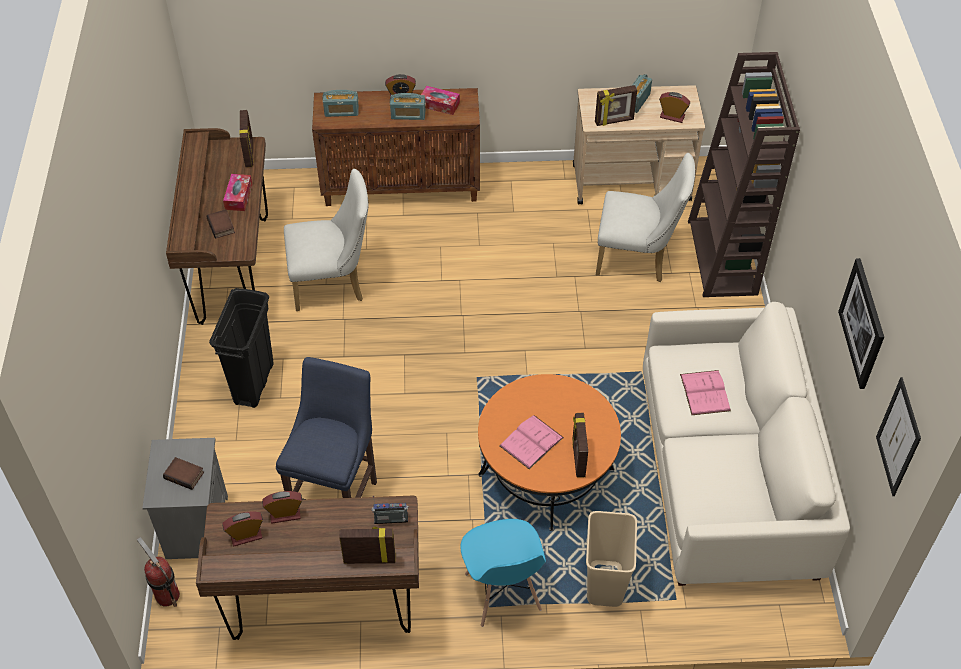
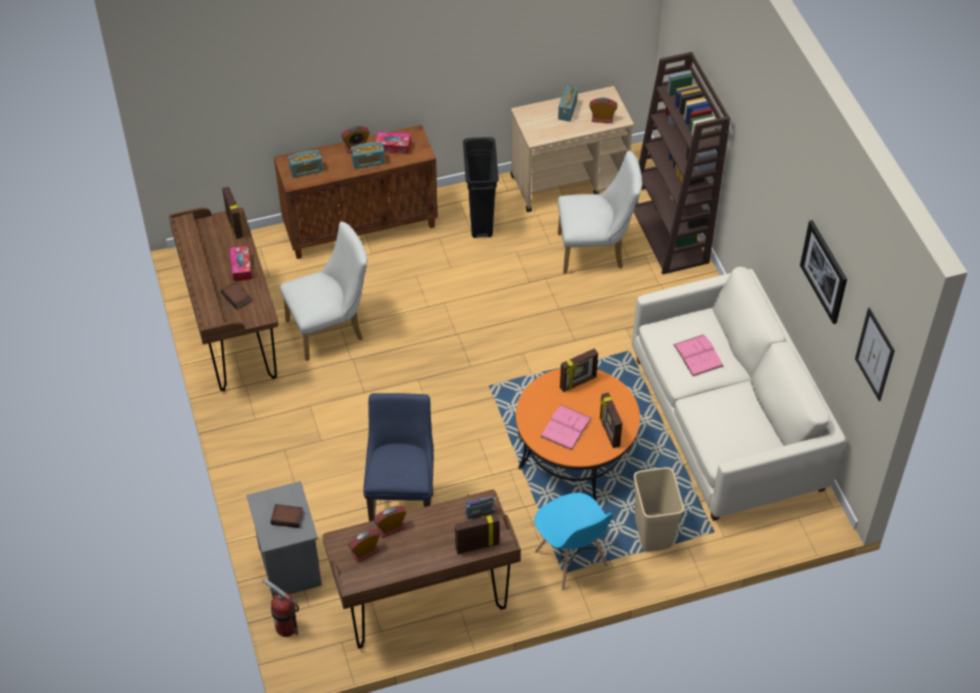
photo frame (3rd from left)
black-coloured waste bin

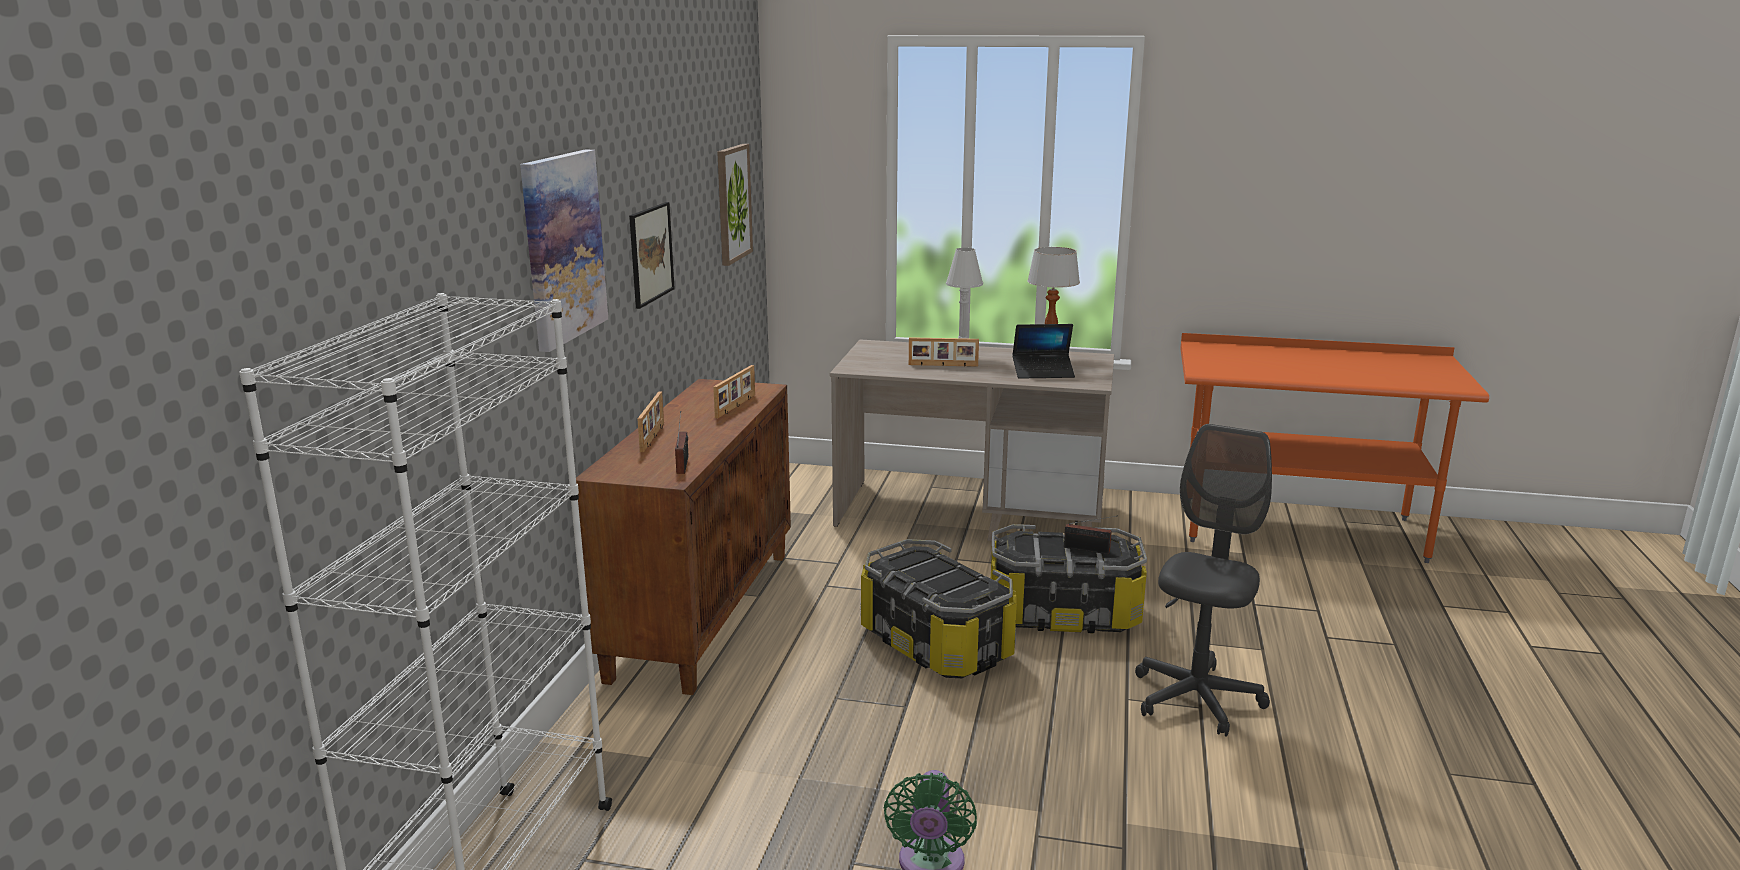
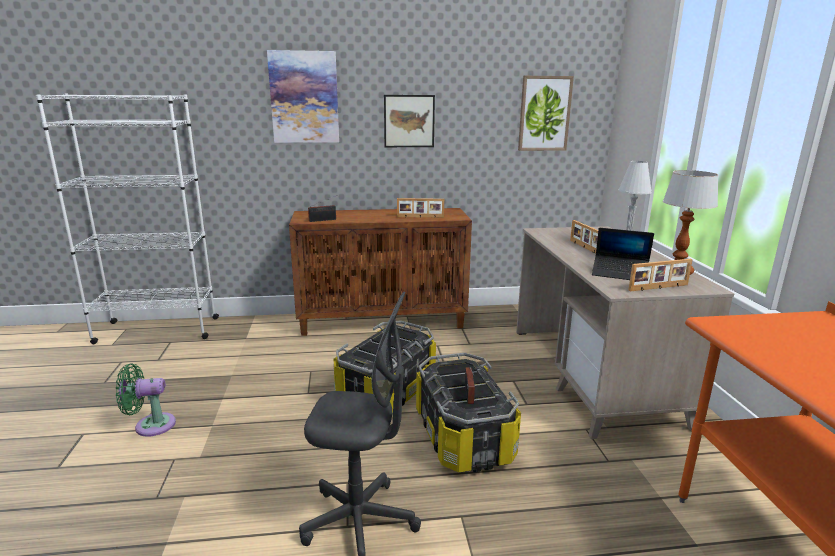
laptop
photo frame (3rd from left)

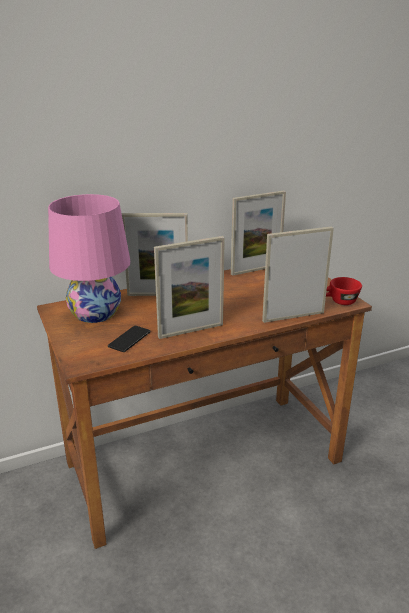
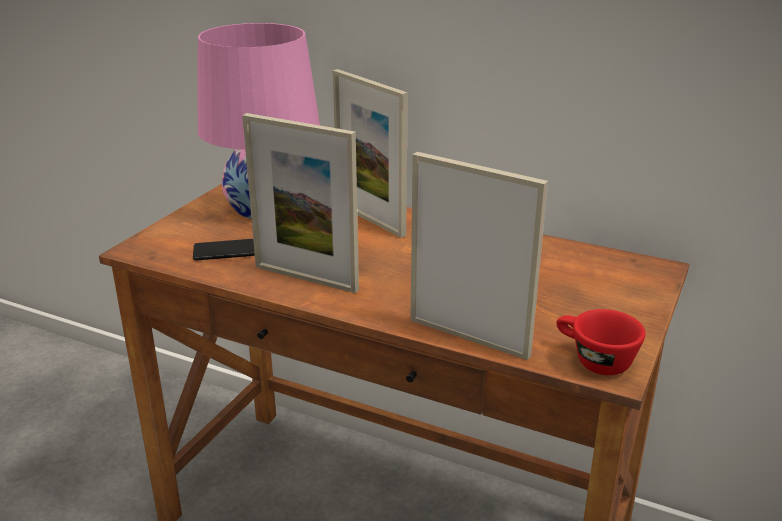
photo frame (3rd from left in the first image)

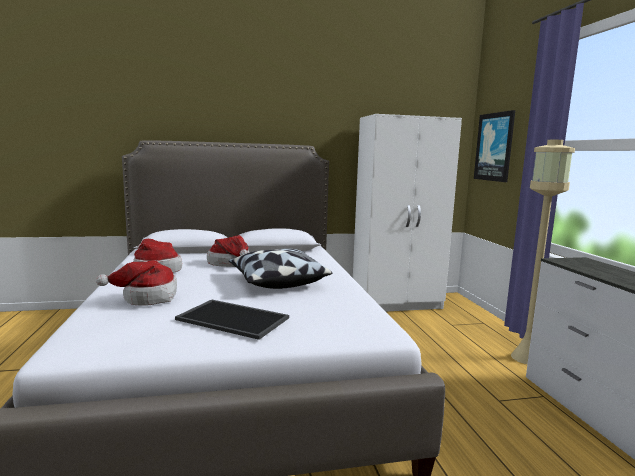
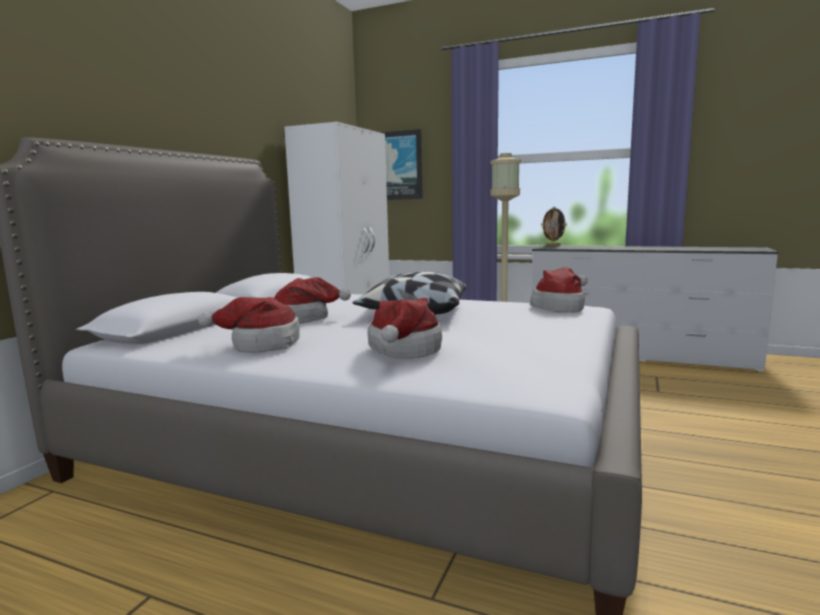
carrying tray
photo frame
clothing hat (4th from left)

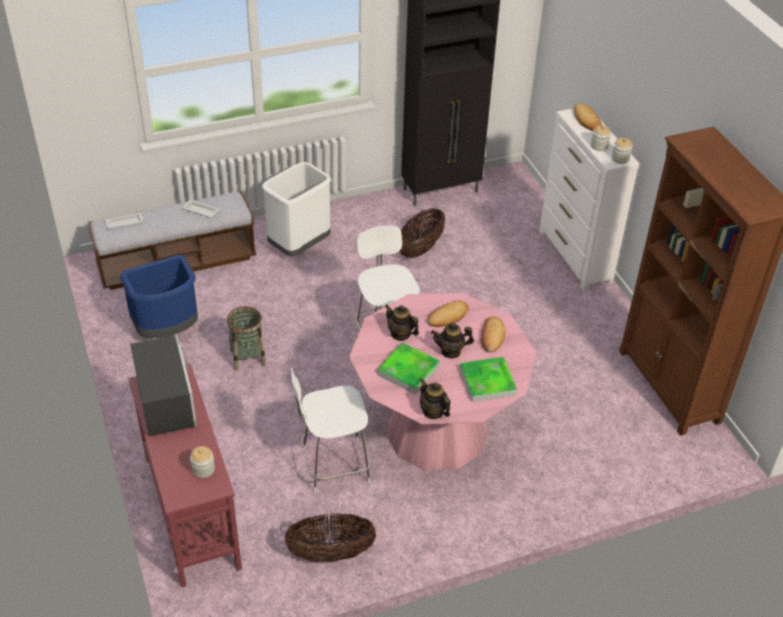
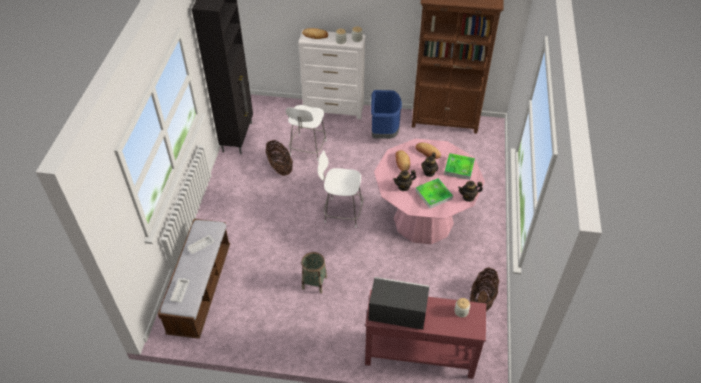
white waste bin
blue waste bin
white plain chair (1st from left)

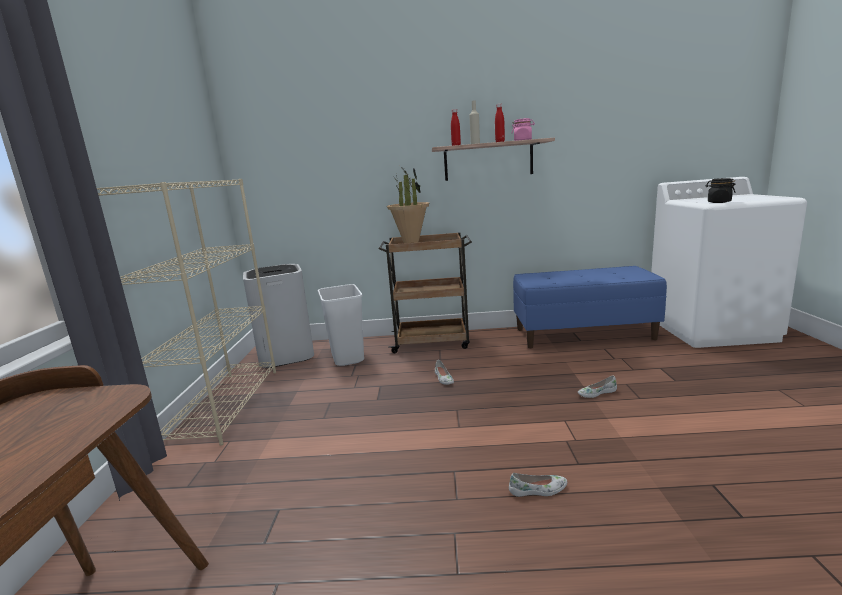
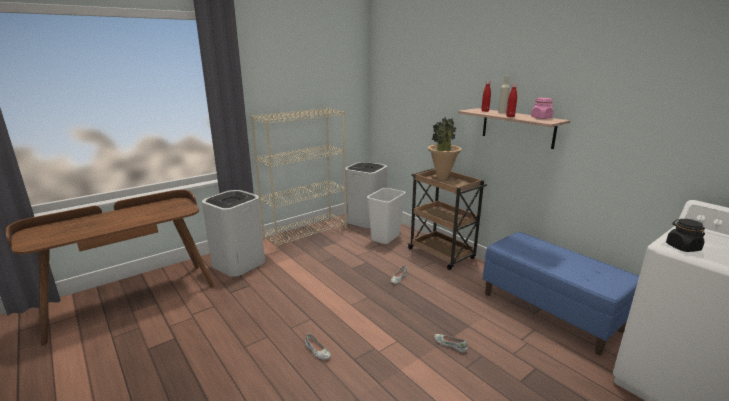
white waste bin (1st from left)

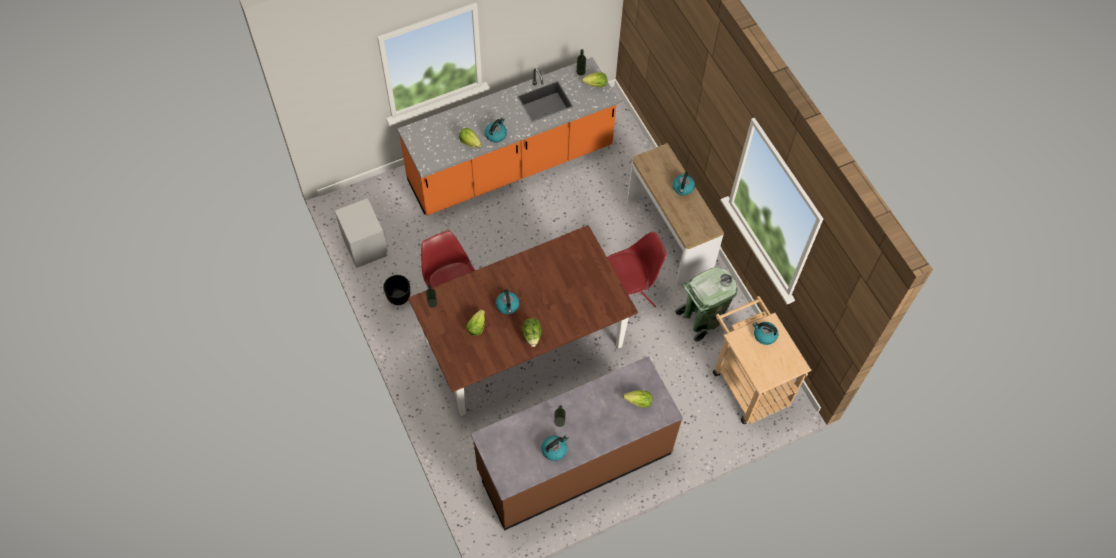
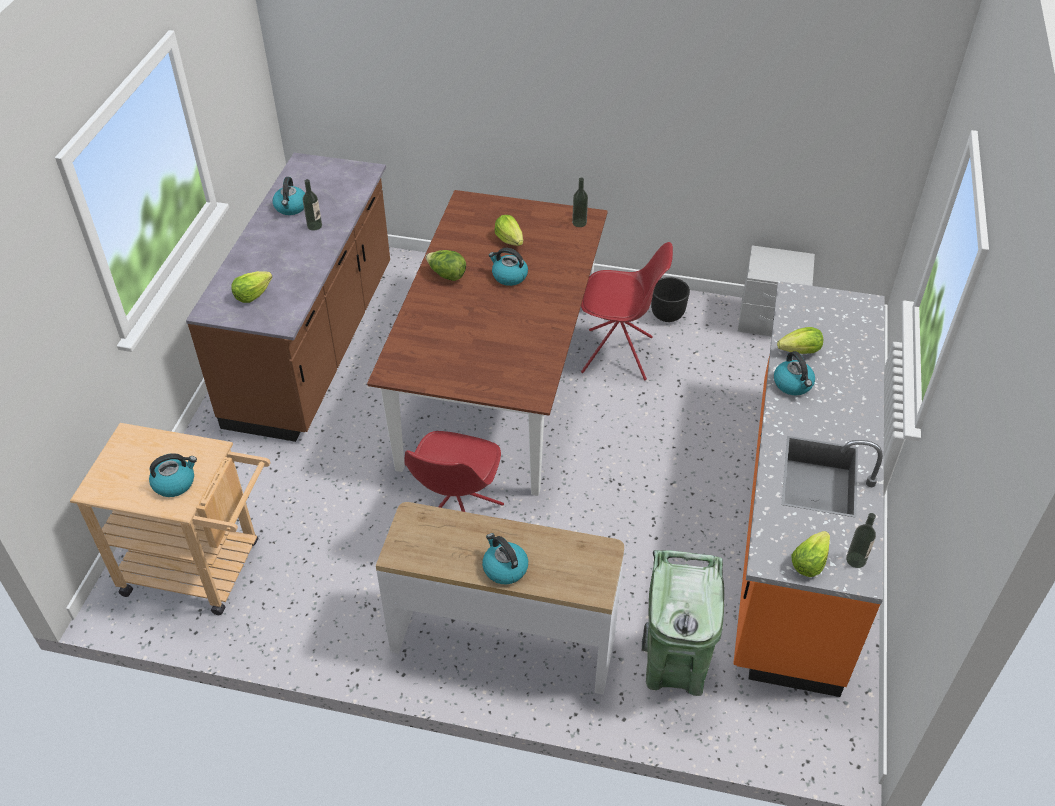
greenish waste bin

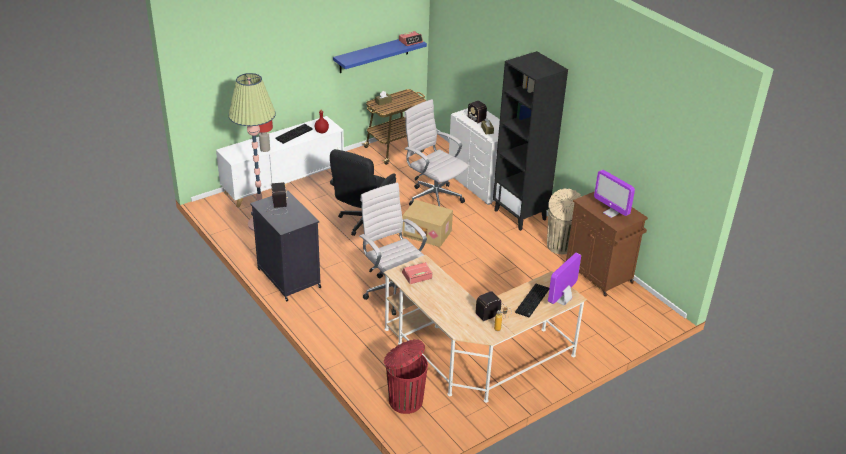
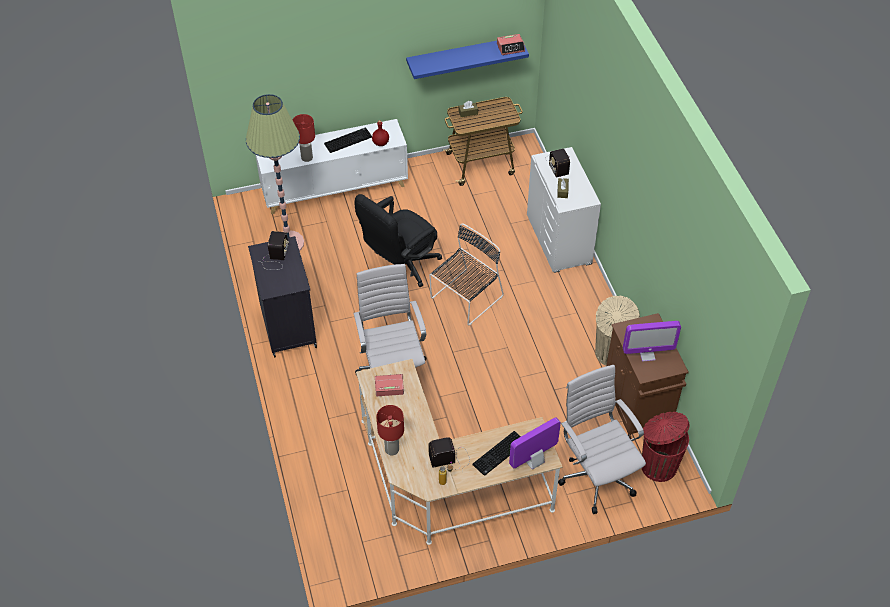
black-coloured shelving unit
white office chair (2nd from left)
computer display (2nd from left)
black-coloured plain chair
reddish waste bin
reddish lamp for a table (2nd from left)

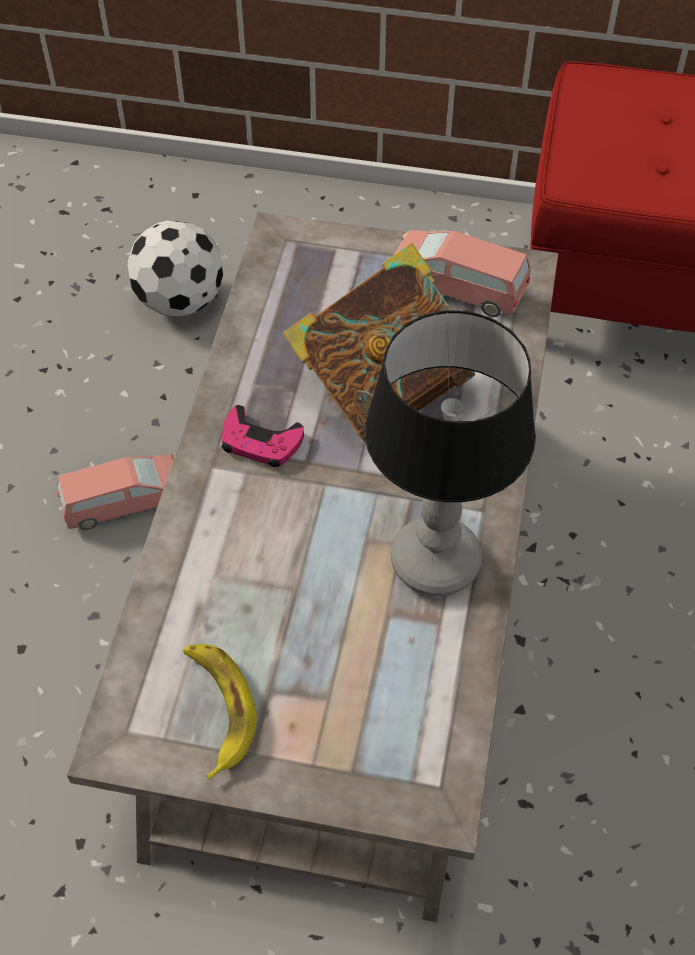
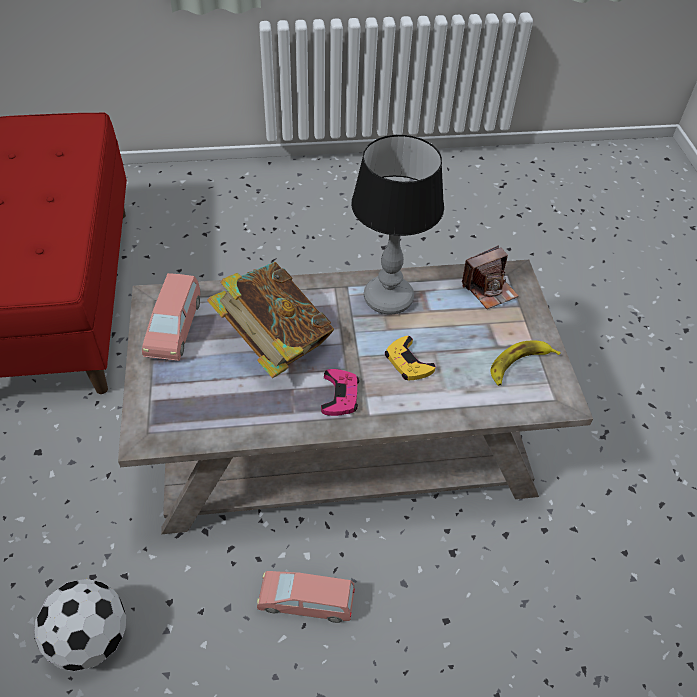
pink-coloured toy car (2nd from left)
still camera
yellow-coloured gamepad

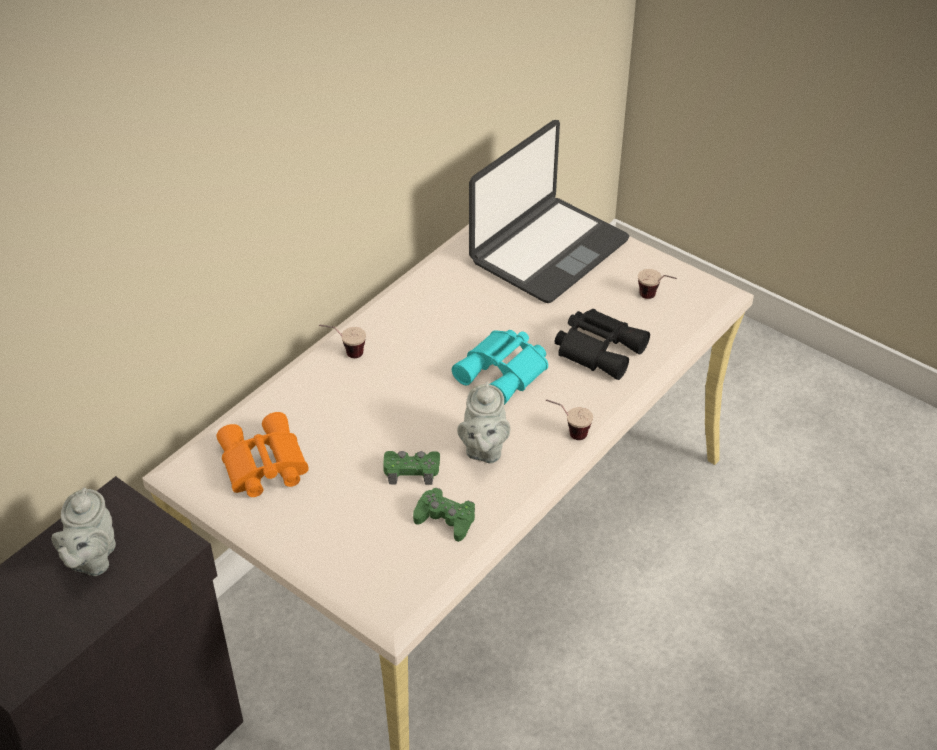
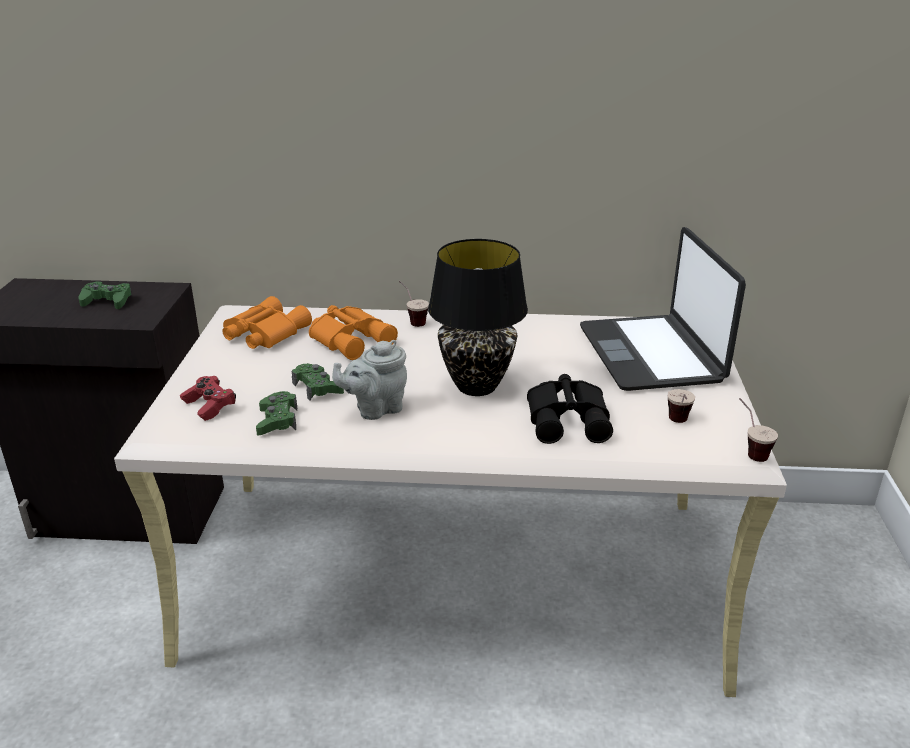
laptop
black-coloured lamp for a table
small cup (3rd from left)
greenish gamepad (1st from left)
orangey pair of binoculars (2nd from left)
reddish gamepad

